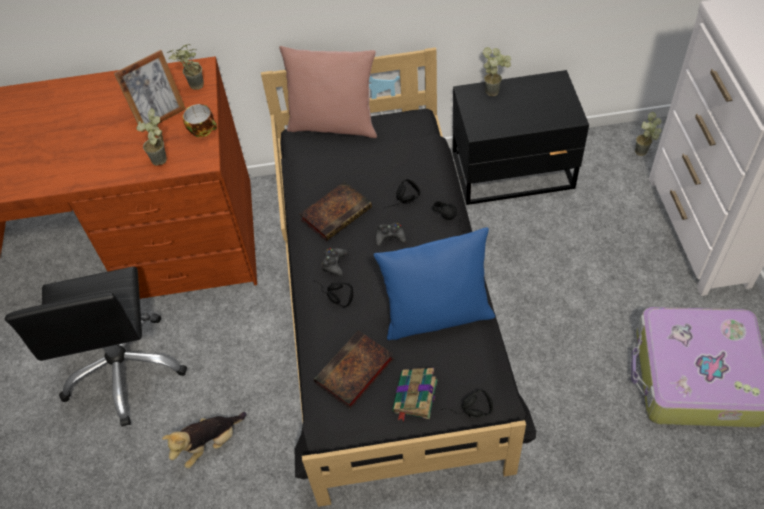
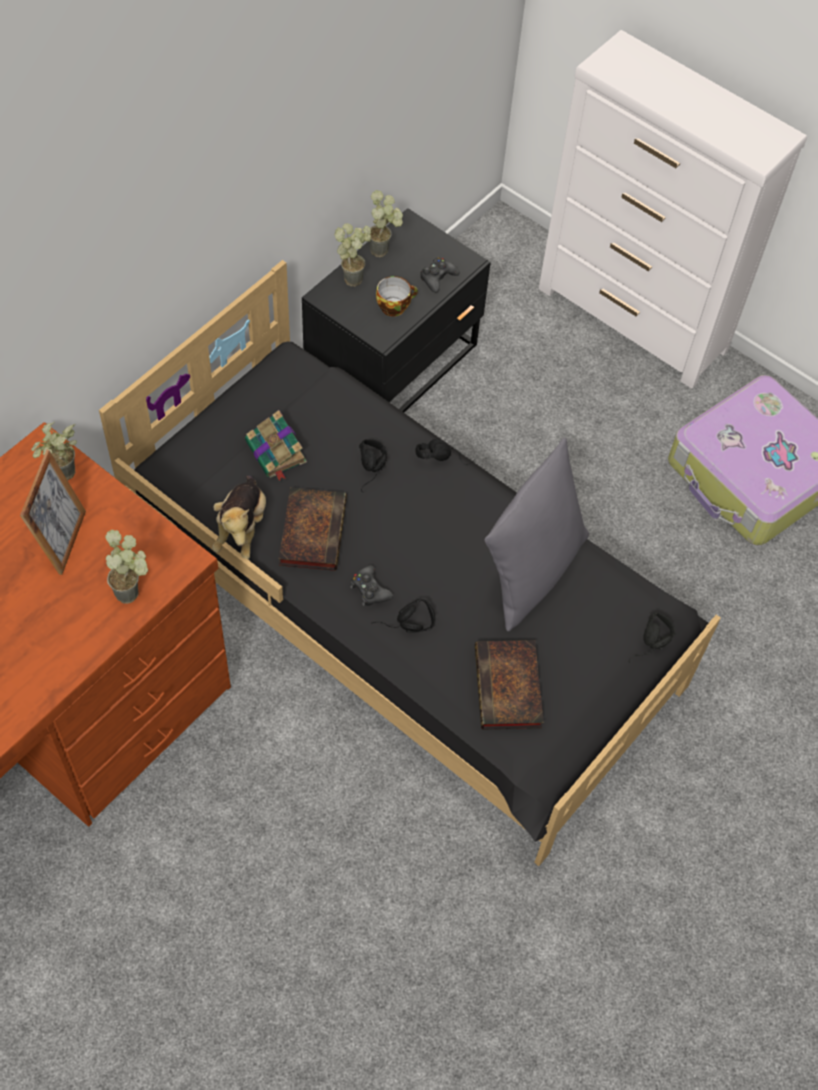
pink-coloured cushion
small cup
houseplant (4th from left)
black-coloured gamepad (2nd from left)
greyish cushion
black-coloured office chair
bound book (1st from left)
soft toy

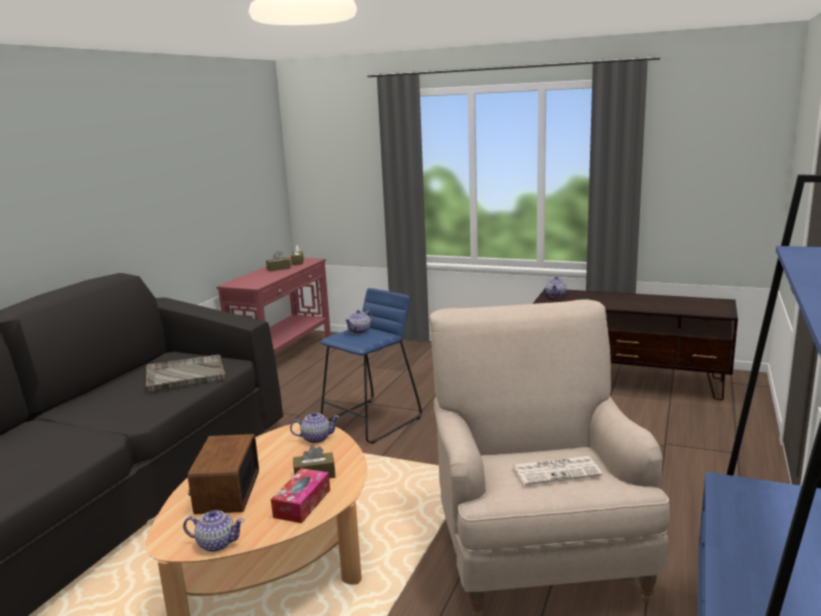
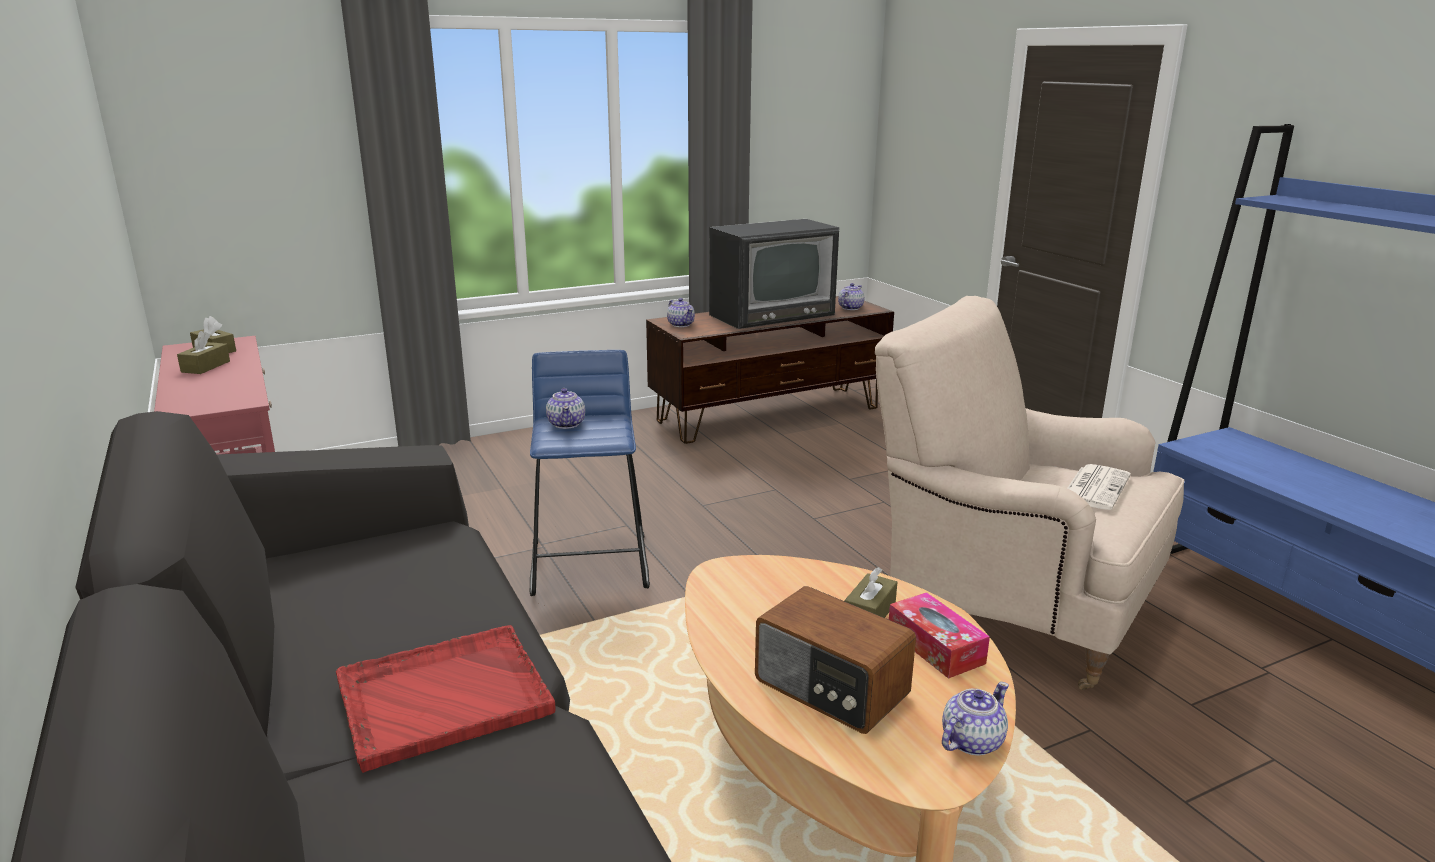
greyish carrying tray
pot for tea (3rd from left)
television
reddish carrying tray

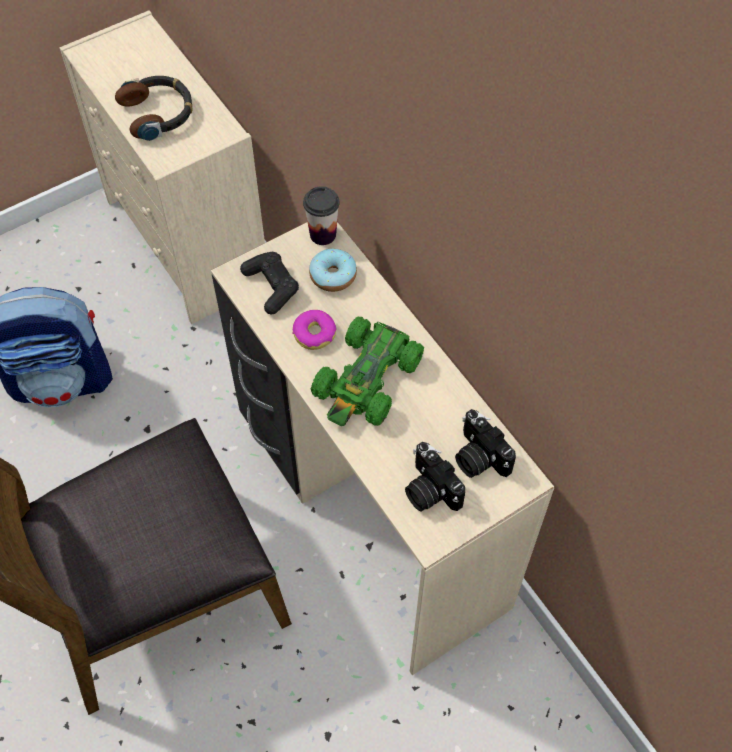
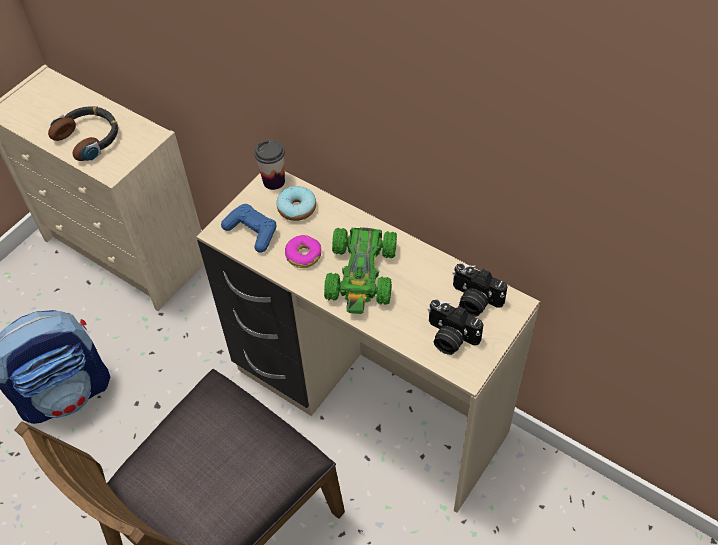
blue gamepad

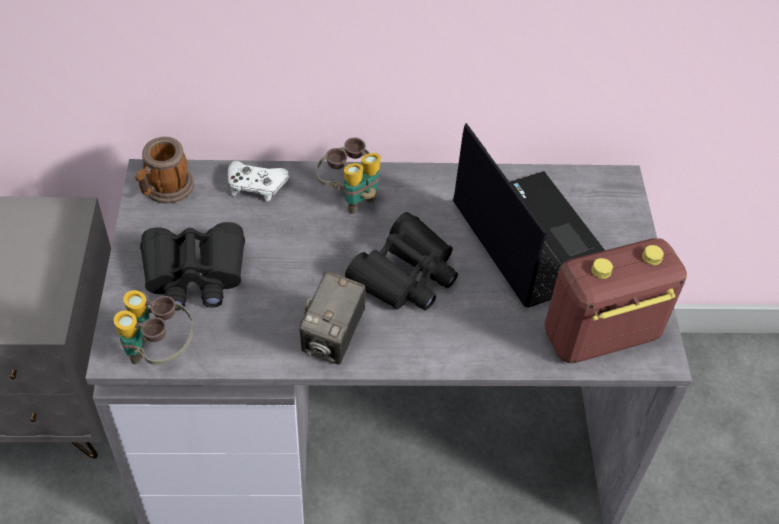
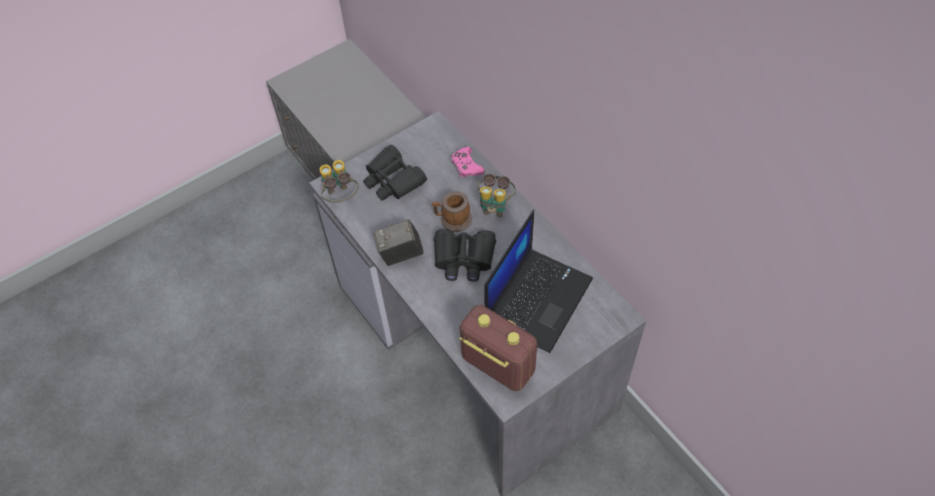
coffee mug
pink-coloured gamepad

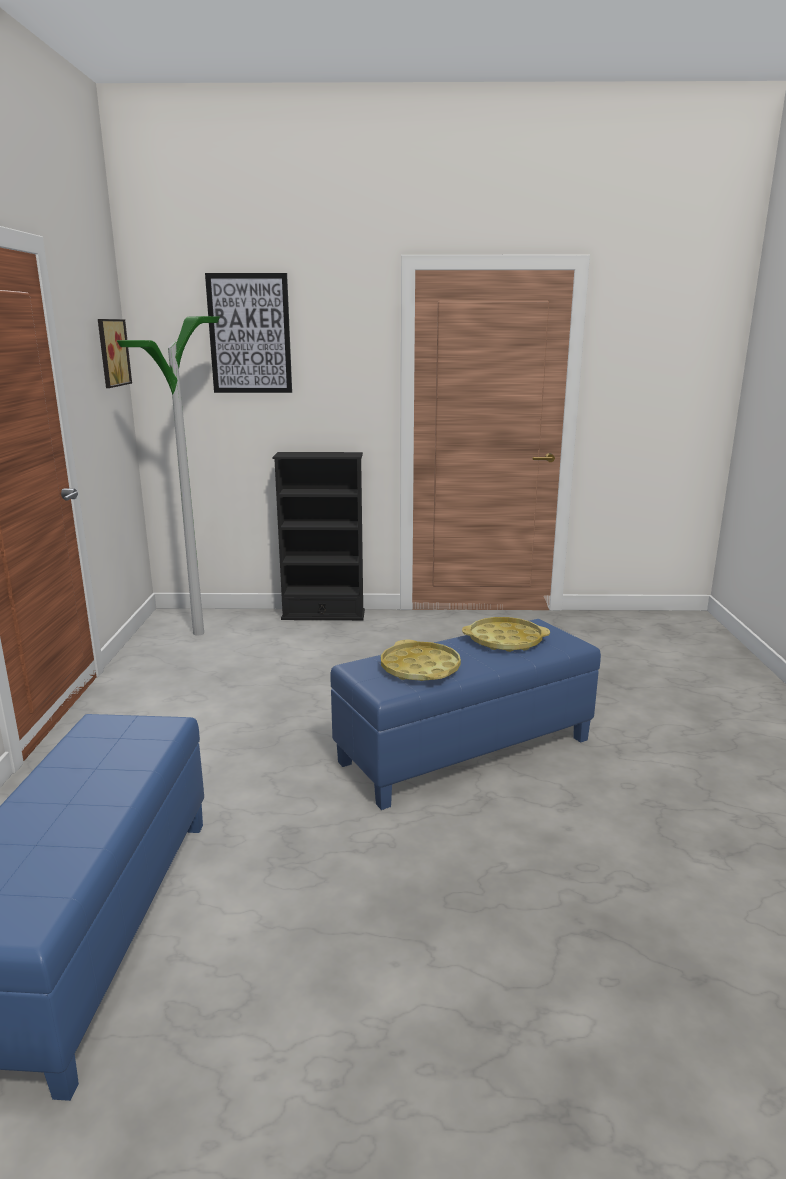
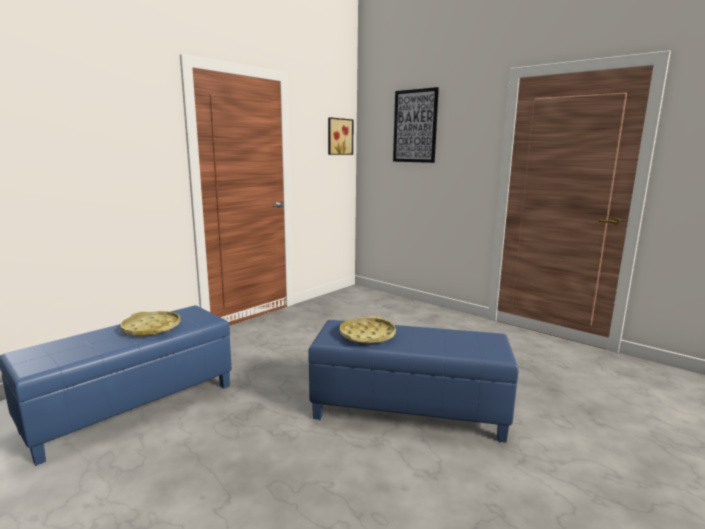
standing lamp
black-coloured shelving unit
yellow-coloured carrying tray (1st from left)

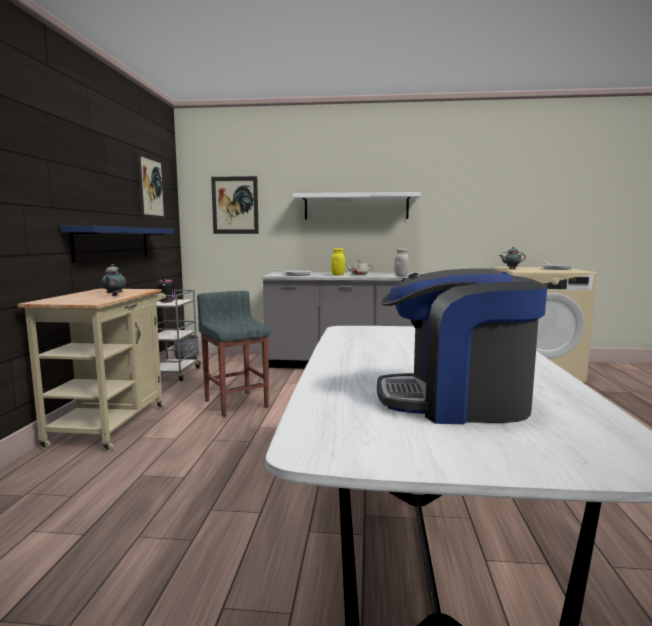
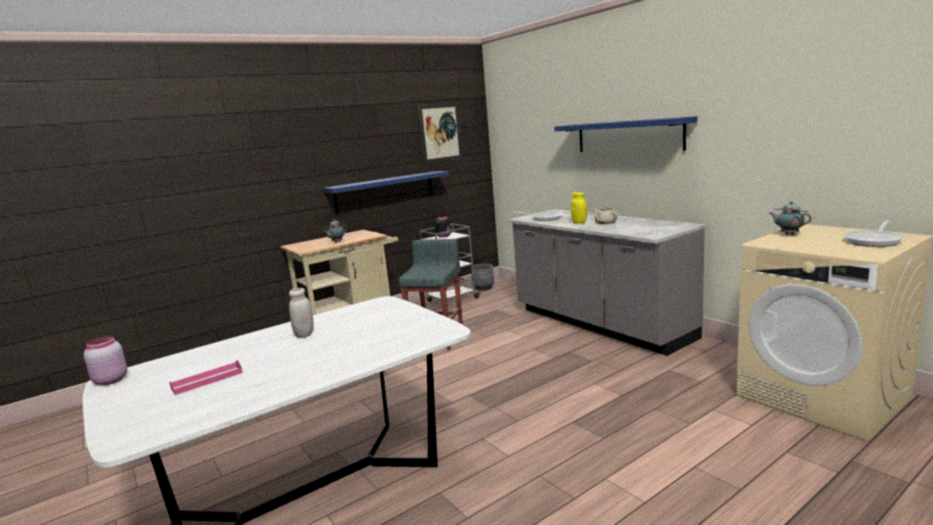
wall picture (2nd from left in the first image)
blue shelf (2nd from left)
white storage jar
pink-coloured carrying tray
pink-coloured storage jar

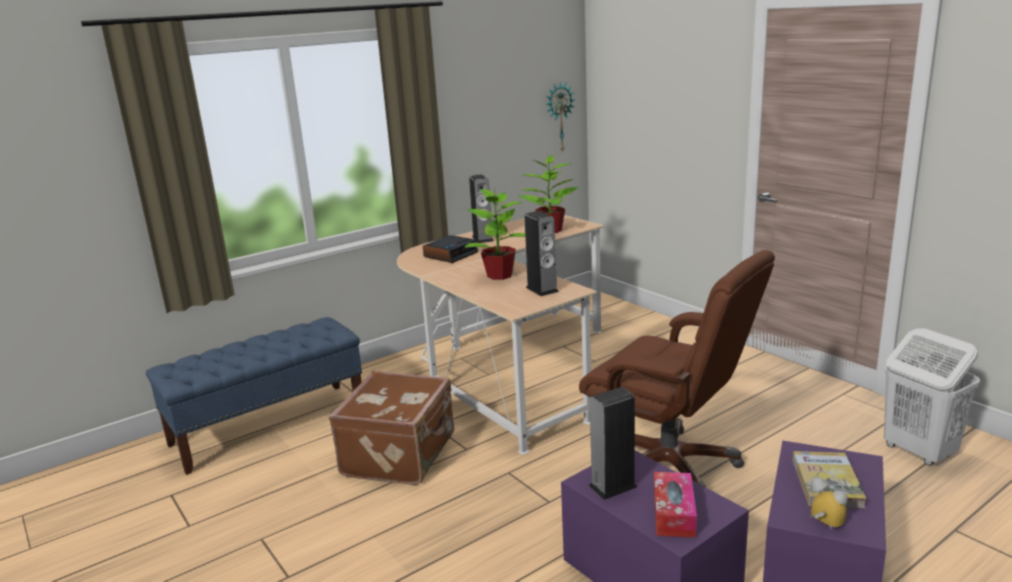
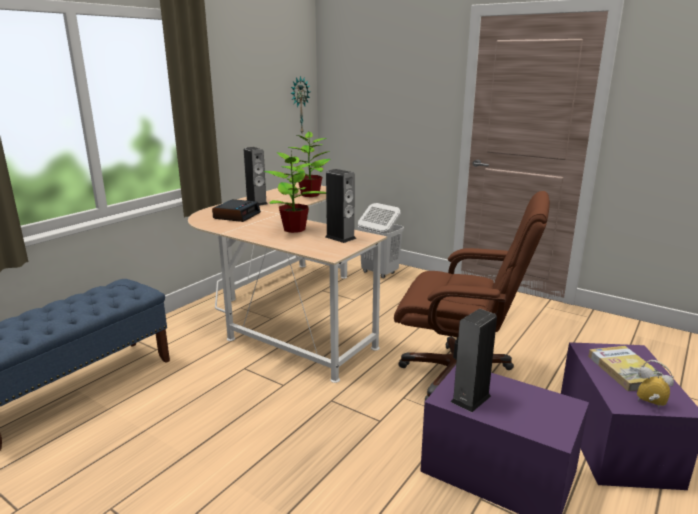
white washing basket
brownish suitcase
tissue holder

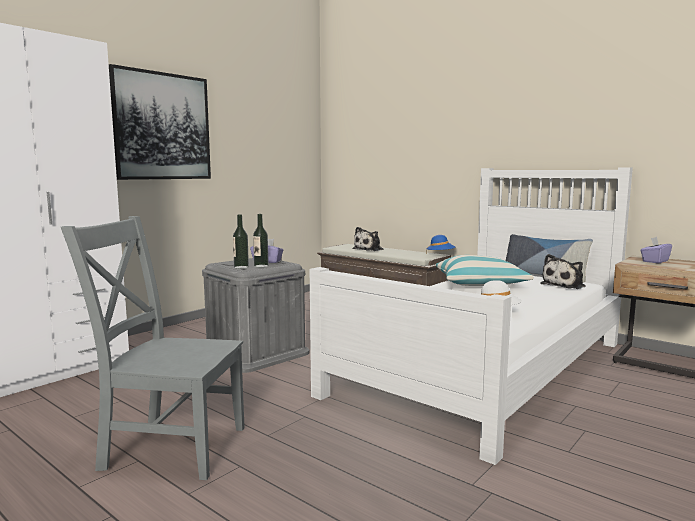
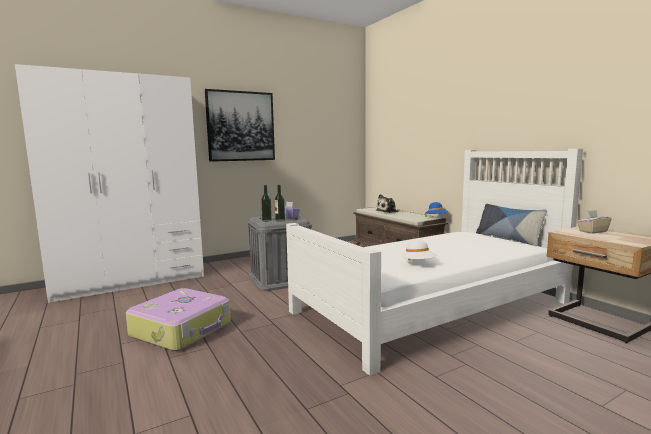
suitcase
beige tissue holder
soft toy (2nd from left in the first image)
cushion (1st from left in the first image)

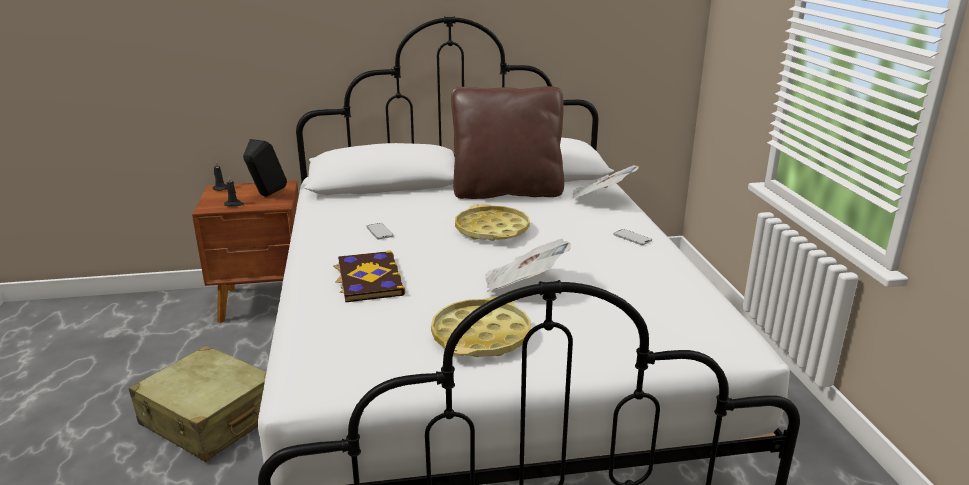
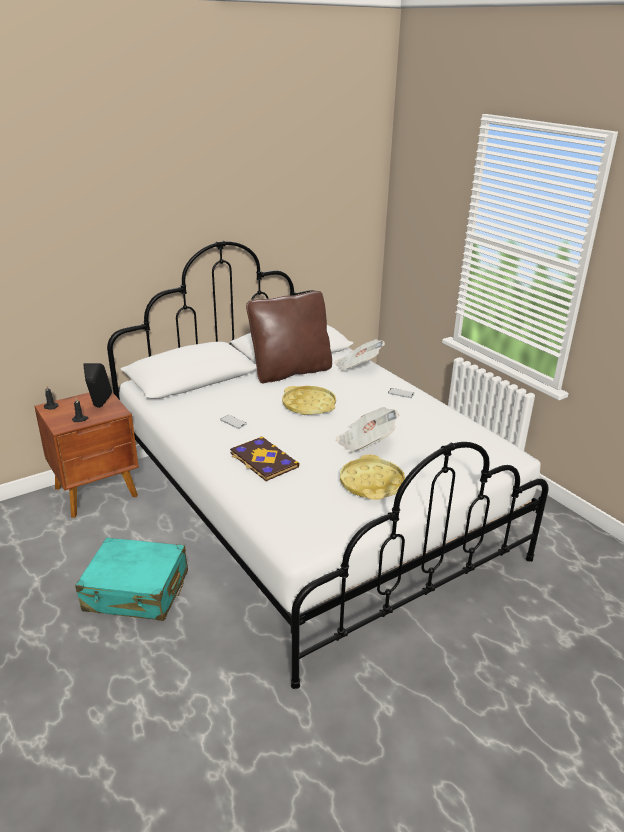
blue-green suitcase

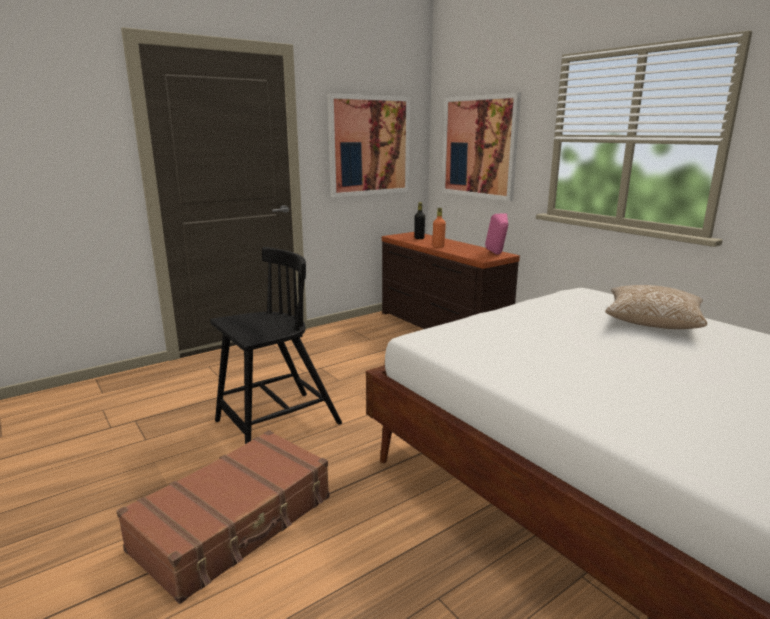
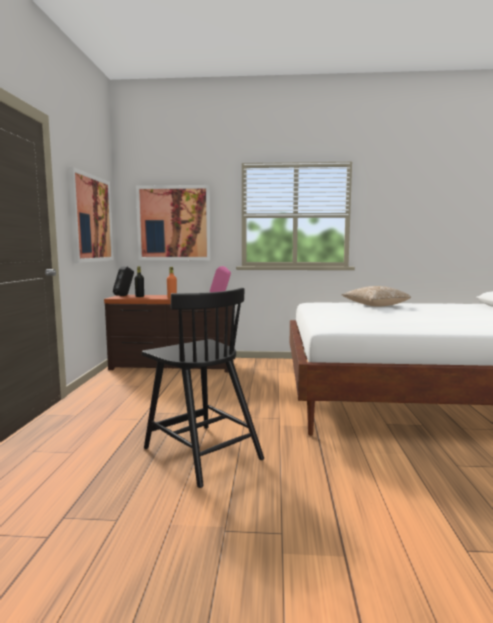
black-coloured plain chair
brownish suitcase
black-coloured audio speaker

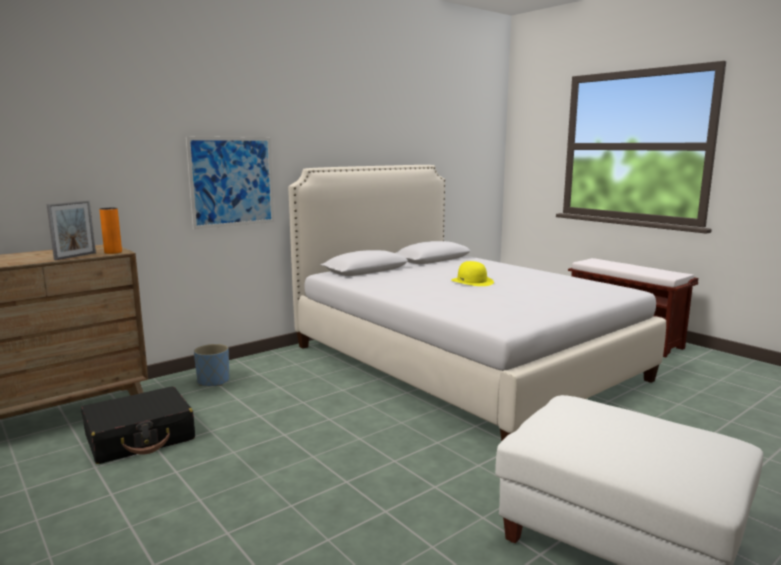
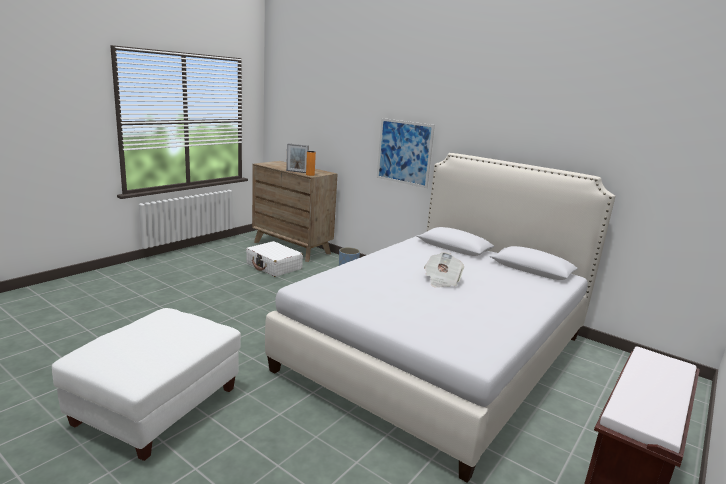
daily paper
white suitcase

